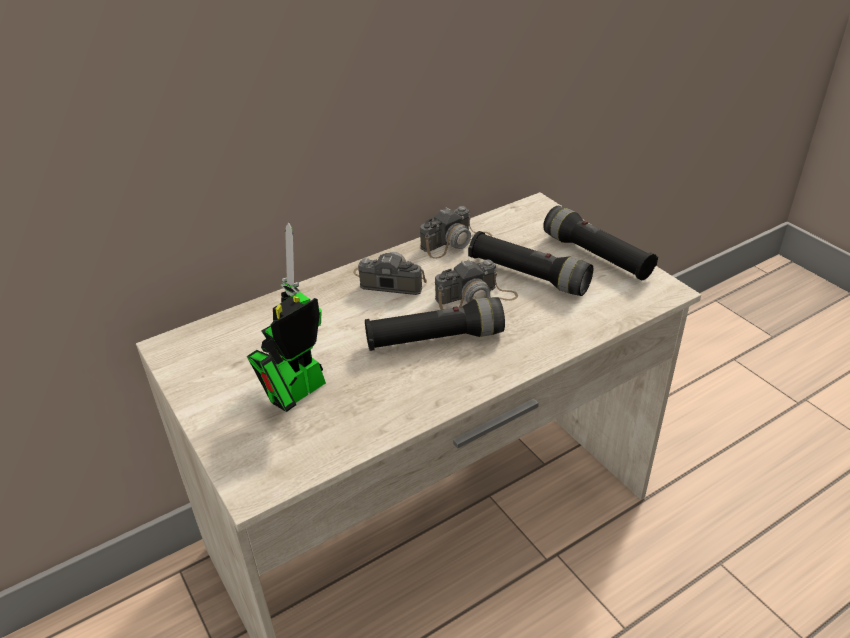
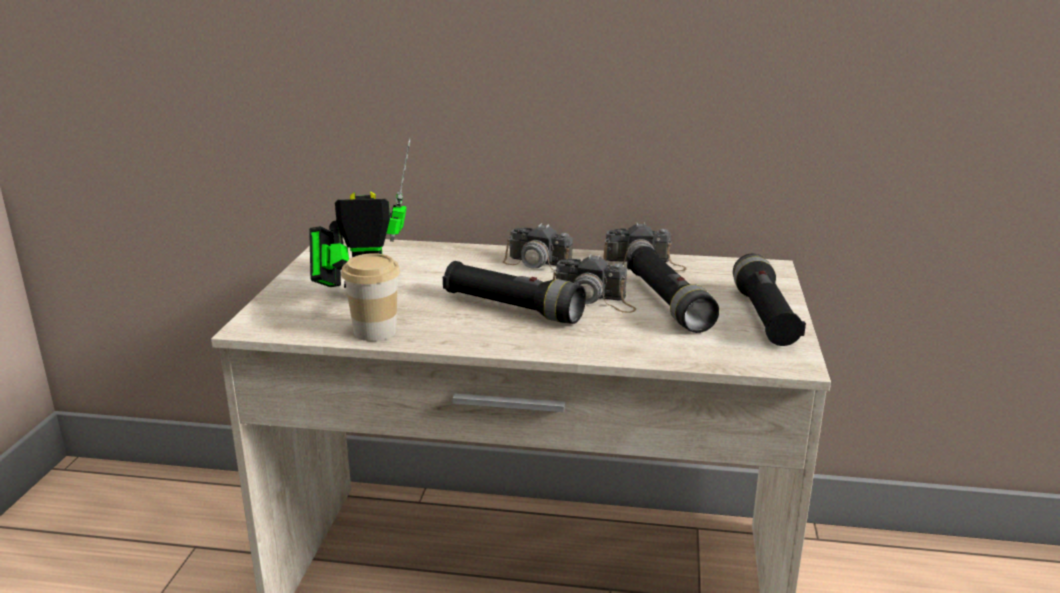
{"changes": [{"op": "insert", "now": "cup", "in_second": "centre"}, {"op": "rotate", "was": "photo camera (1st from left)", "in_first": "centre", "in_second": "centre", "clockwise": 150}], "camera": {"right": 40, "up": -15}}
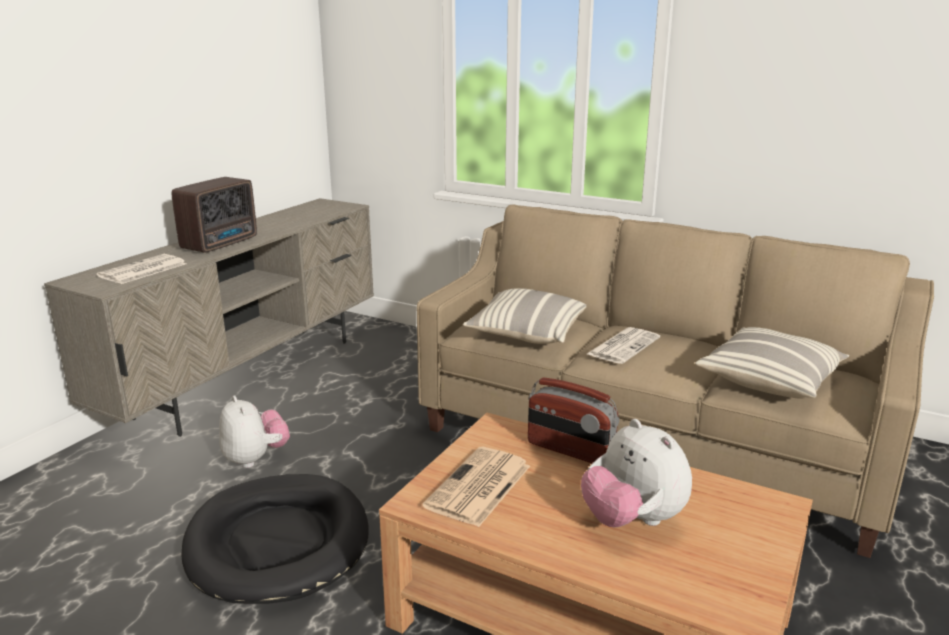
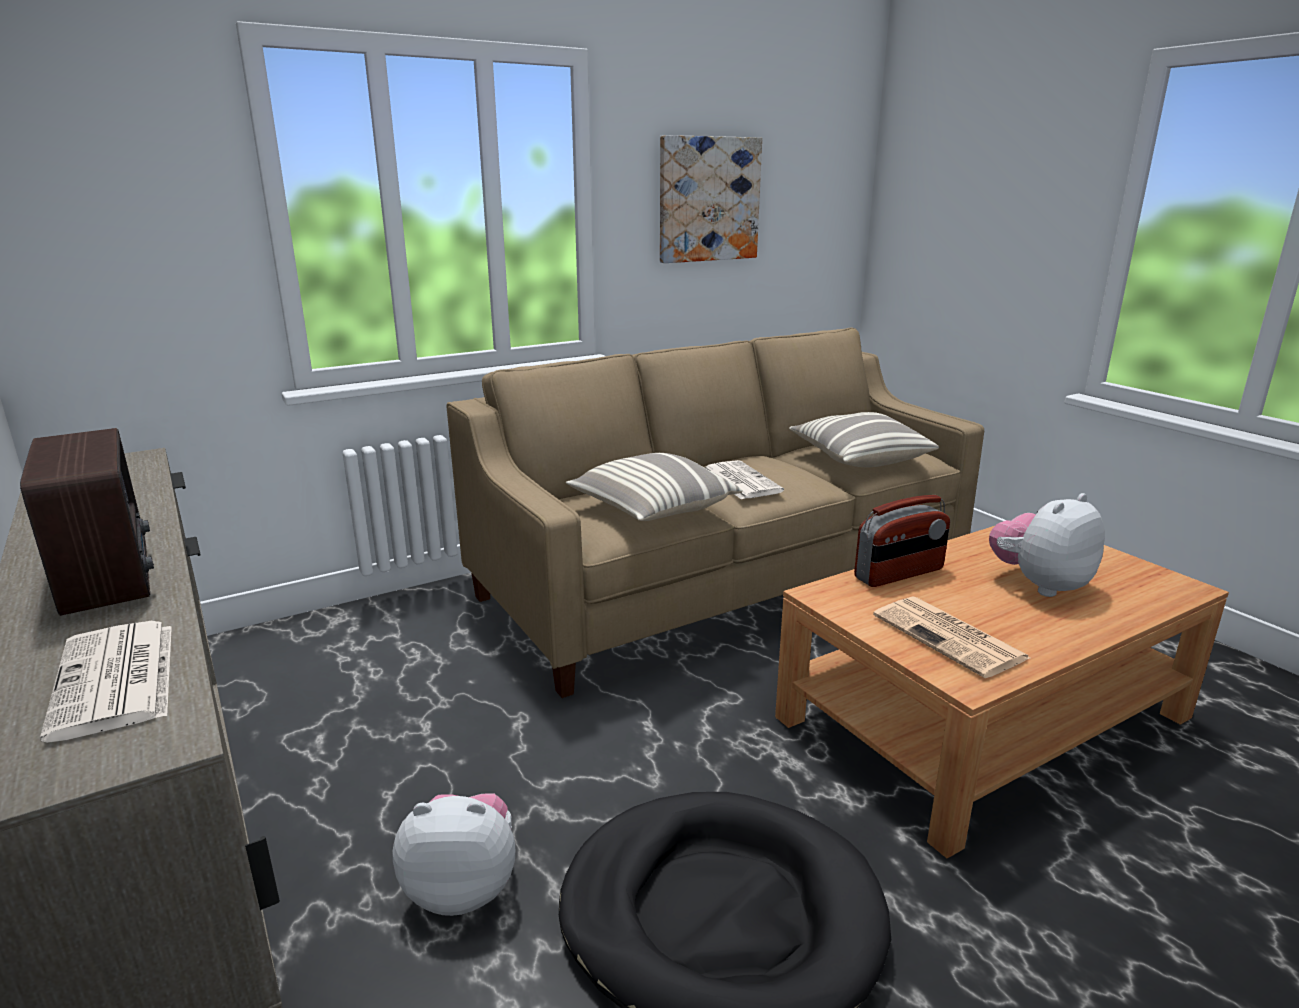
{"changes": [{"op": "insert", "now": "picture", "in_second": "top centre"}, {"op": "rotate", "was": "plush toy (2nd from left)", "in_first": "bottom right", "in_second": "middle right", "clockwise": 150}], "camera": {"right": -60, "up": 0}}
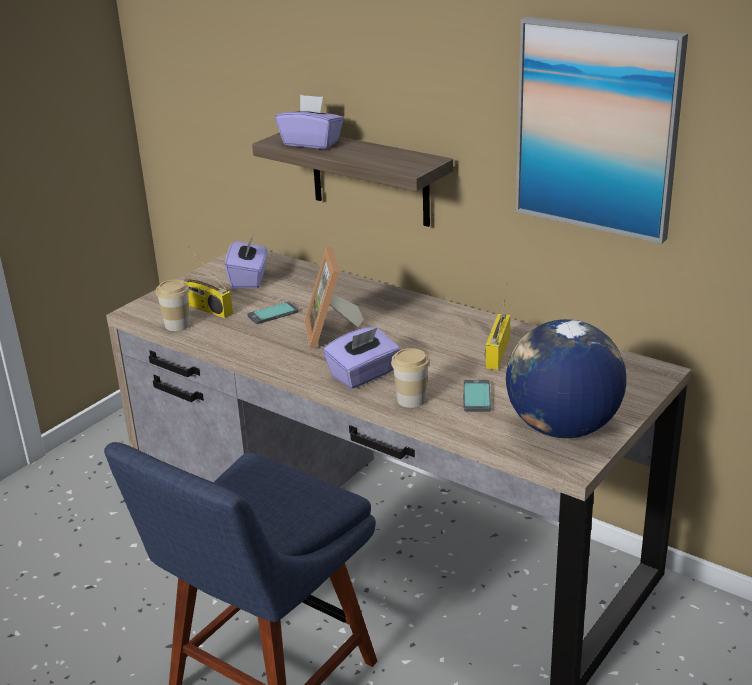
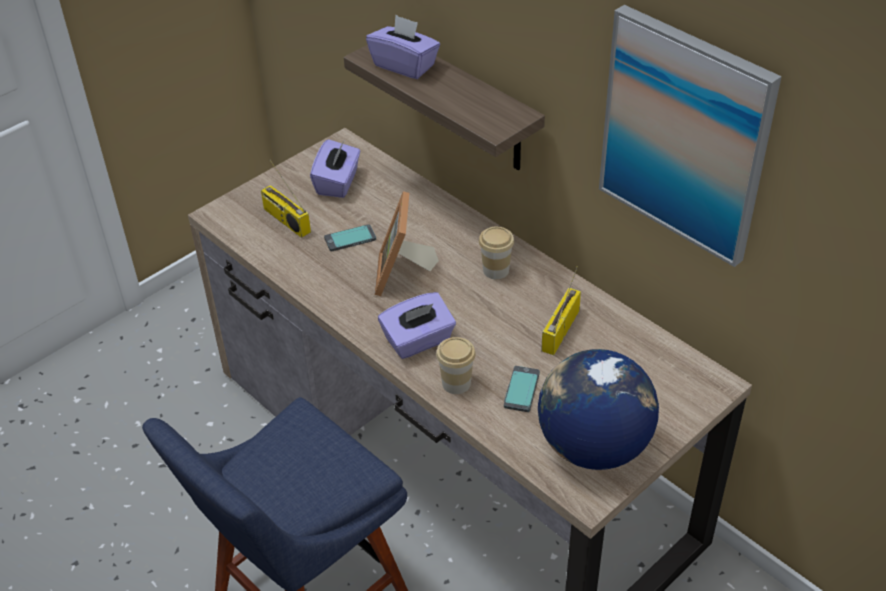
{"changes": [{"op": "move", "was": "cup (1st from left in the first image)", "now": "cup (2nd from left)", "in_first": "middle left", "in_second": "centre"}], "camera": {"right": 10, "up": 15}}
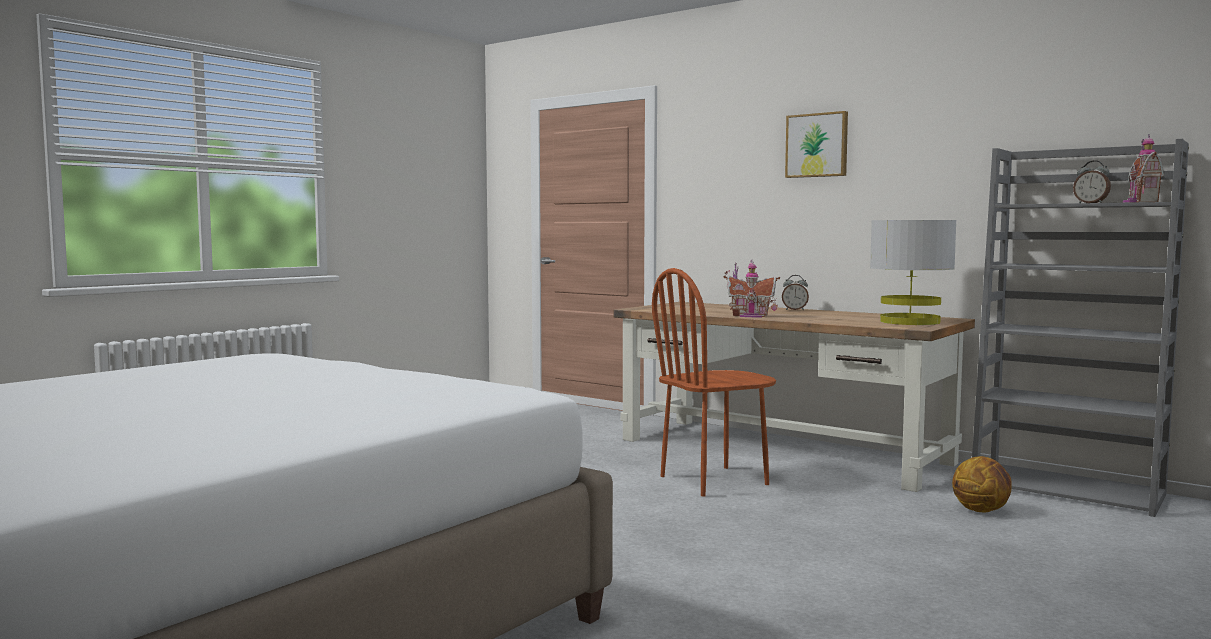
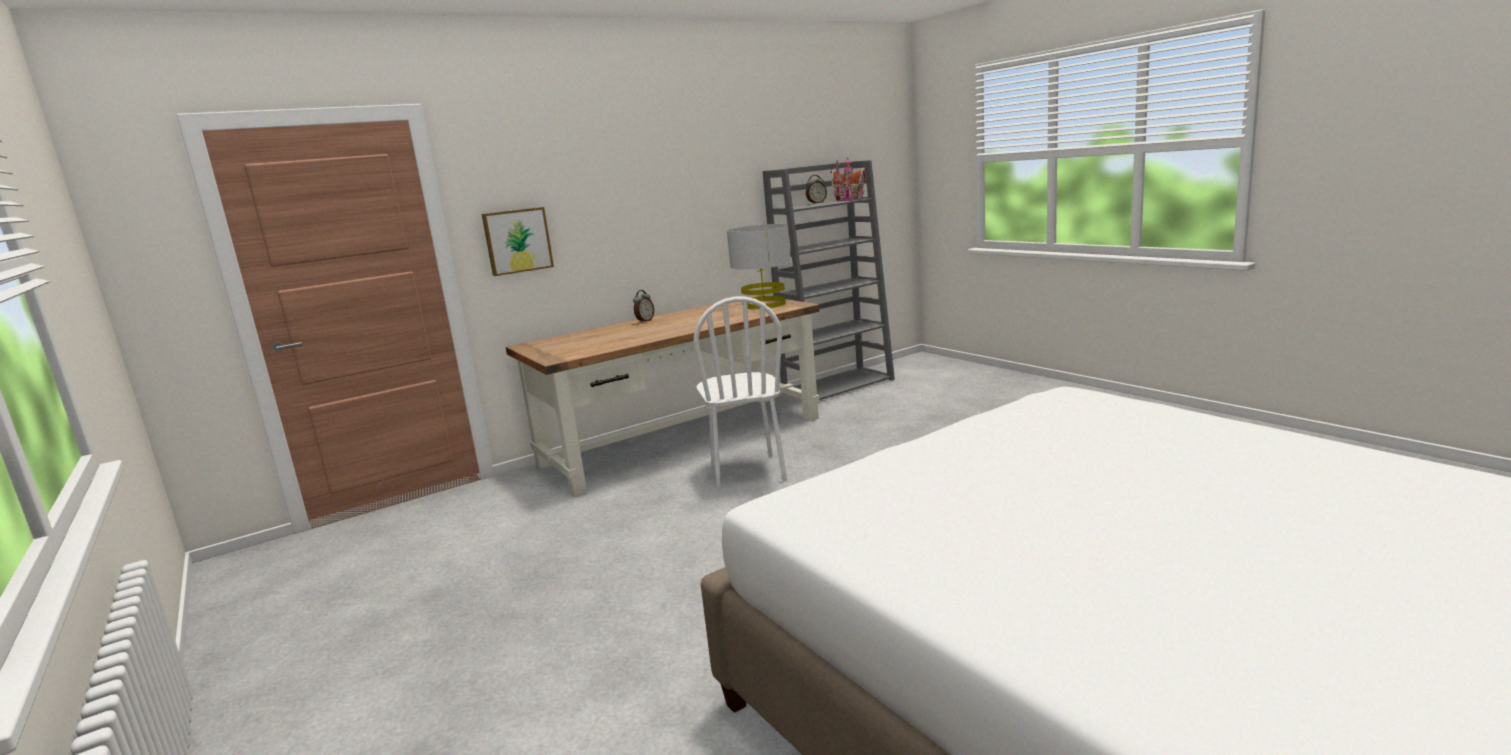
{"changes": [{"op": "delete", "was": "toy house (1st from left)", "in_first": "centre"}, {"op": "delete", "was": "basketball", "in_first": "bottom right"}, {"op": "move", "was": "picture", "in_first": "top right", "in_second": "top centre"}, {"op": "recolor", "was": "brown chair", "now": "white chair", "in_first": "centre", "in_second": "centre"}], "camera": {"right": -70, "up": 10}}
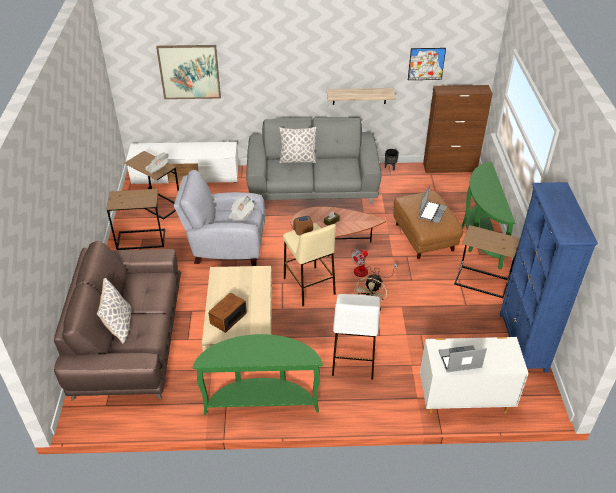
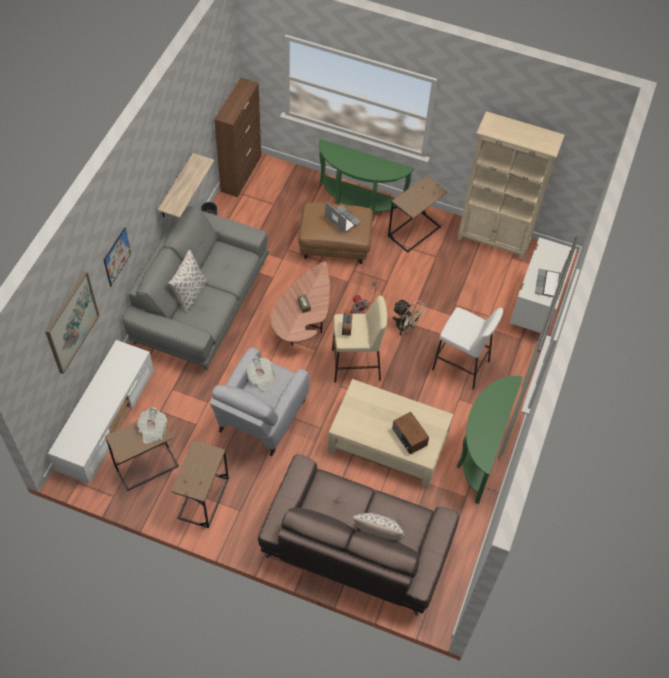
{"changes": [{"op": "move", "was": "picture (2nd from left)", "in_first": "top right", "in_second": "middle left"}, {"op": "recolor", "was": "blue bookcase", "now": "beige bookcase", "in_first": "middle right", "in_second": "top right"}], "camera": {"right": -70, "up": 15}}
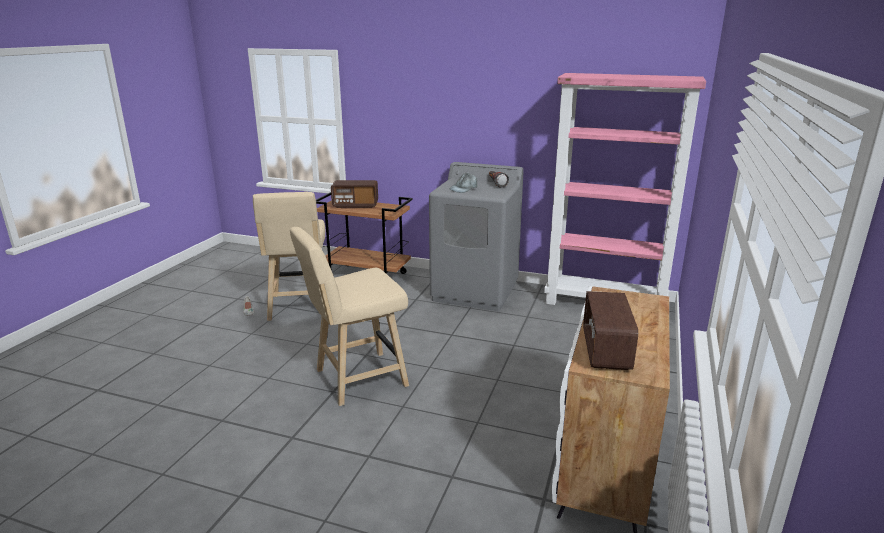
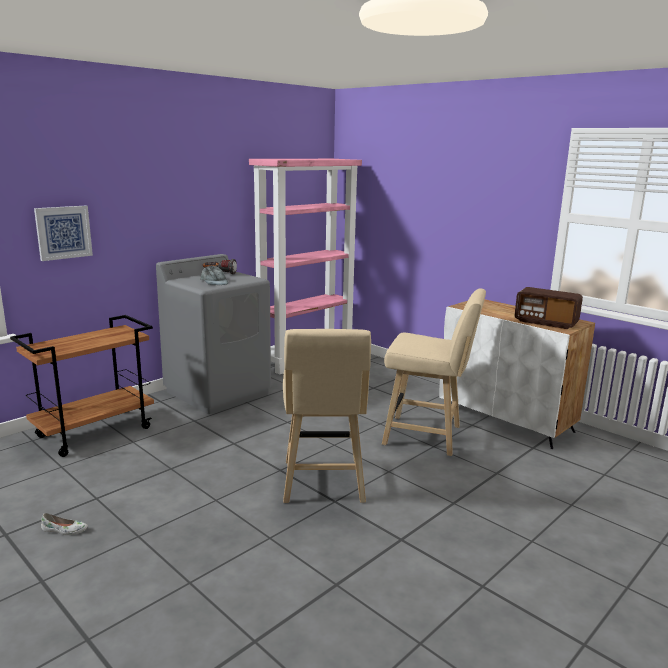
{"changes": [{"op": "delete", "was": "radio (1st from left)", "in_first": "centre"}, {"op": "insert", "now": "picture", "in_second": "middle left"}, {"op": "move", "was": "beige stool (1st from left in the first image)", "now": "beige stool (2nd from left)", "in_first": "middle left", "in_second": "centre"}], "camera": {"right": -65, "up": -5}}
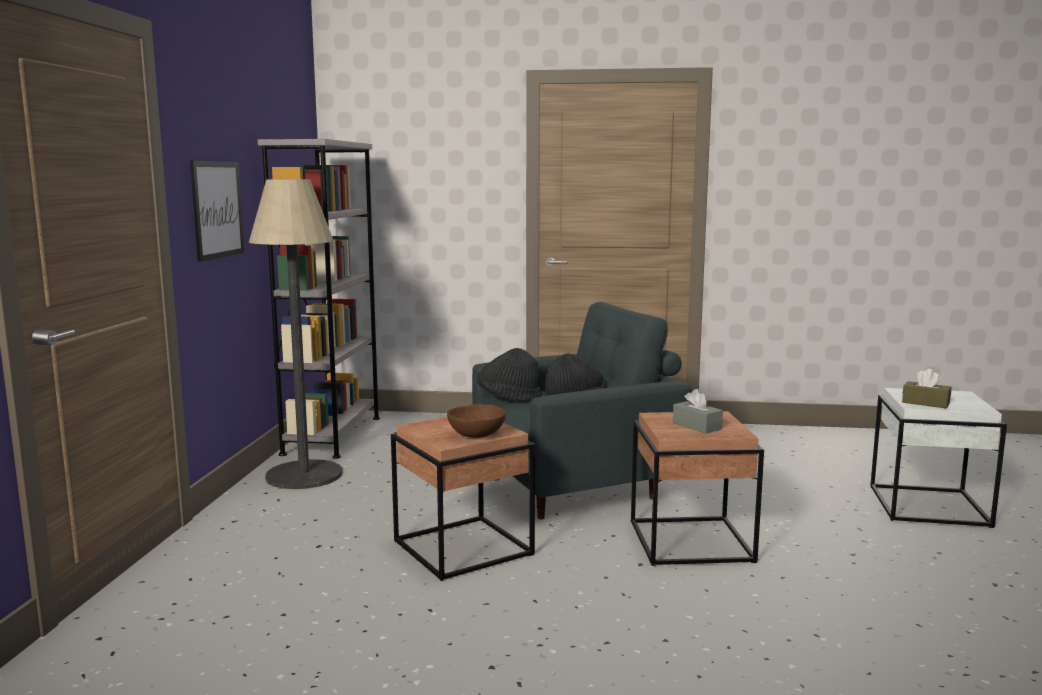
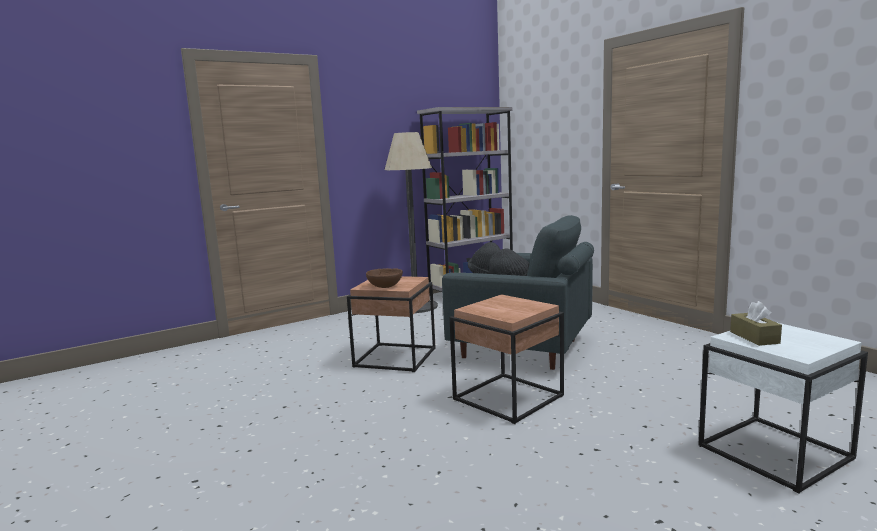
{"changes": [{"op": "delete", "was": "picture", "in_first": "top left"}, {"op": "delete", "was": "grey tissue box", "in_first": "middle right"}], "camera": {"right": 50, "up": 0}}
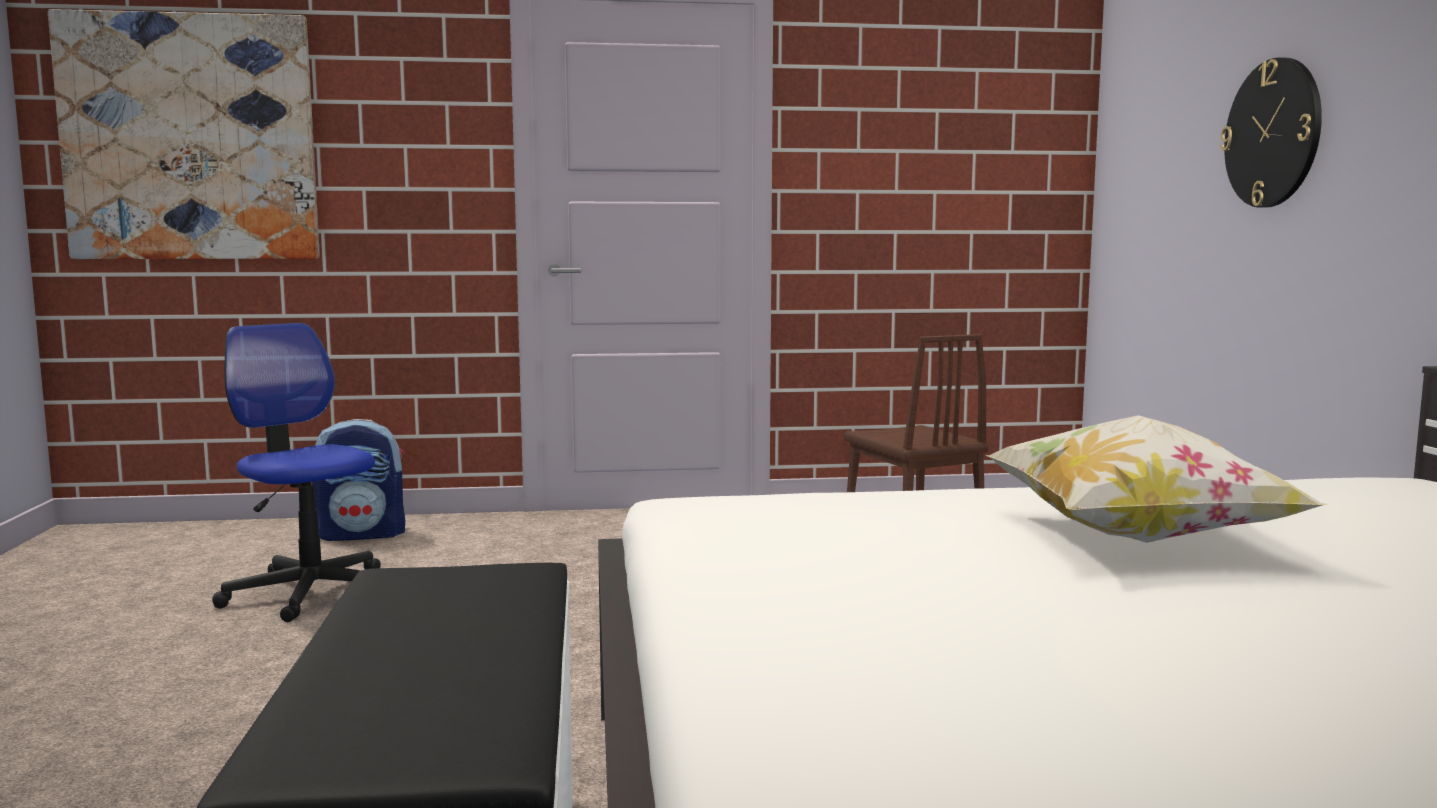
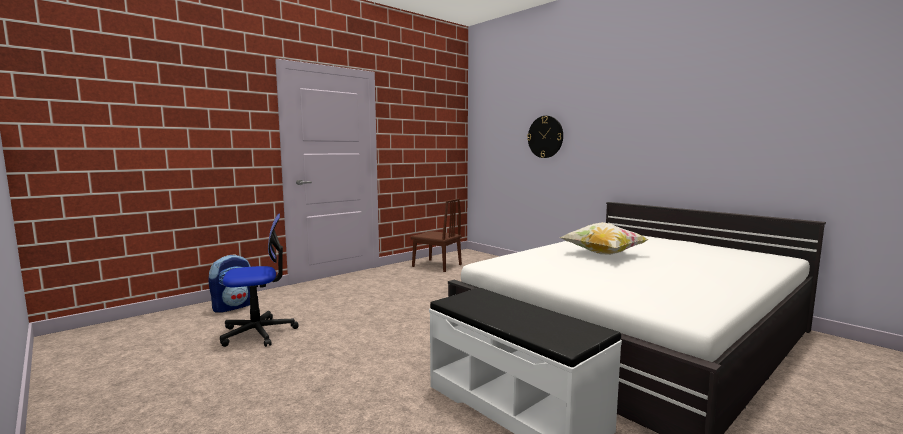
{"changes": [{"op": "delete", "was": "picture", "in_first": "top left"}, {"op": "rotate", "was": "office chair", "in_first": "middle left", "in_second": "middle left", "clockwise": 150}], "camera": {"right": -35, "up": 0}}
